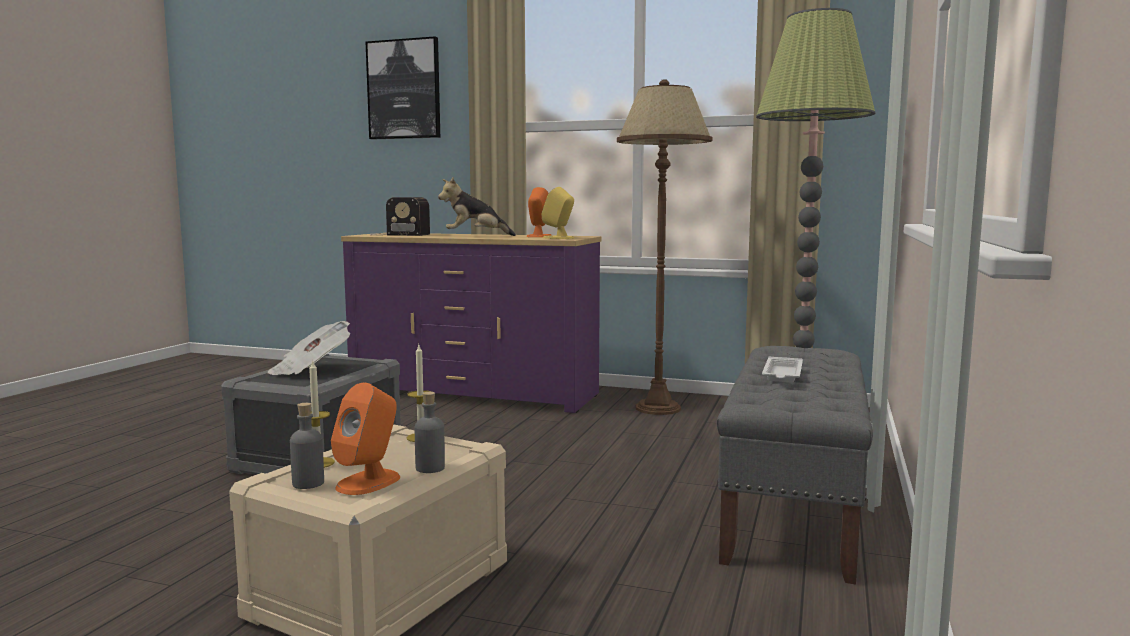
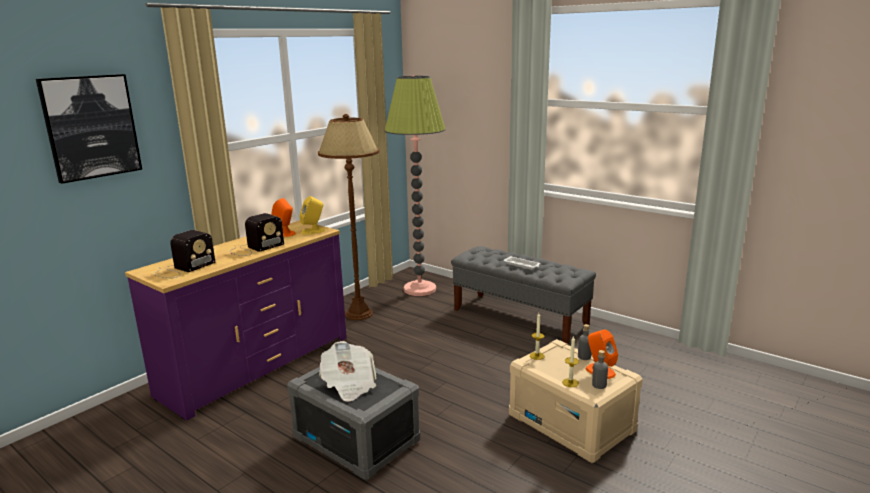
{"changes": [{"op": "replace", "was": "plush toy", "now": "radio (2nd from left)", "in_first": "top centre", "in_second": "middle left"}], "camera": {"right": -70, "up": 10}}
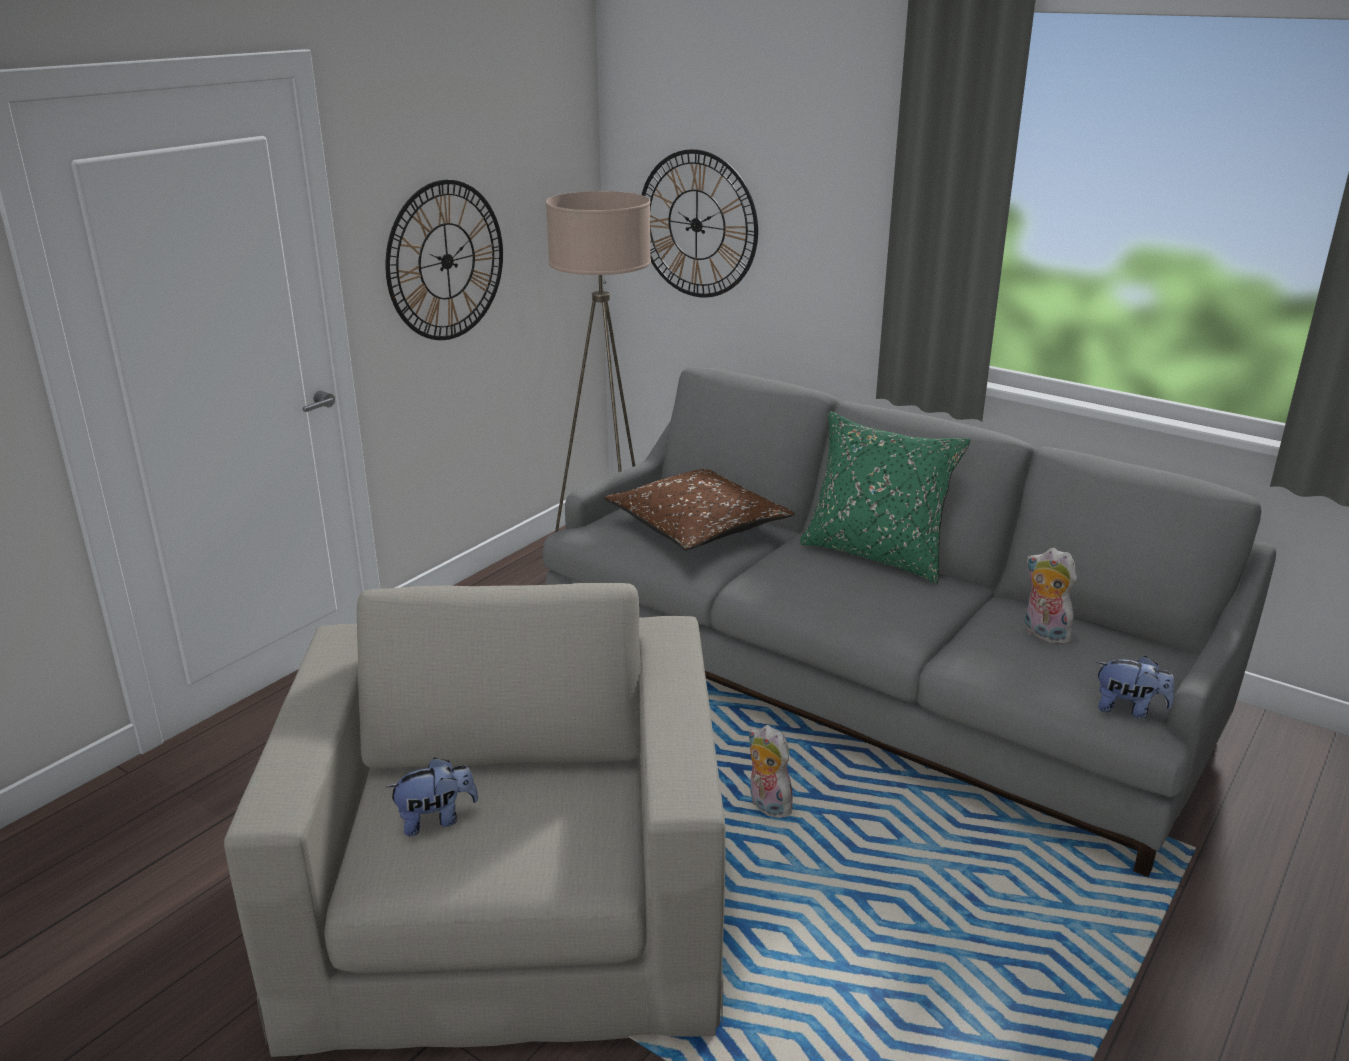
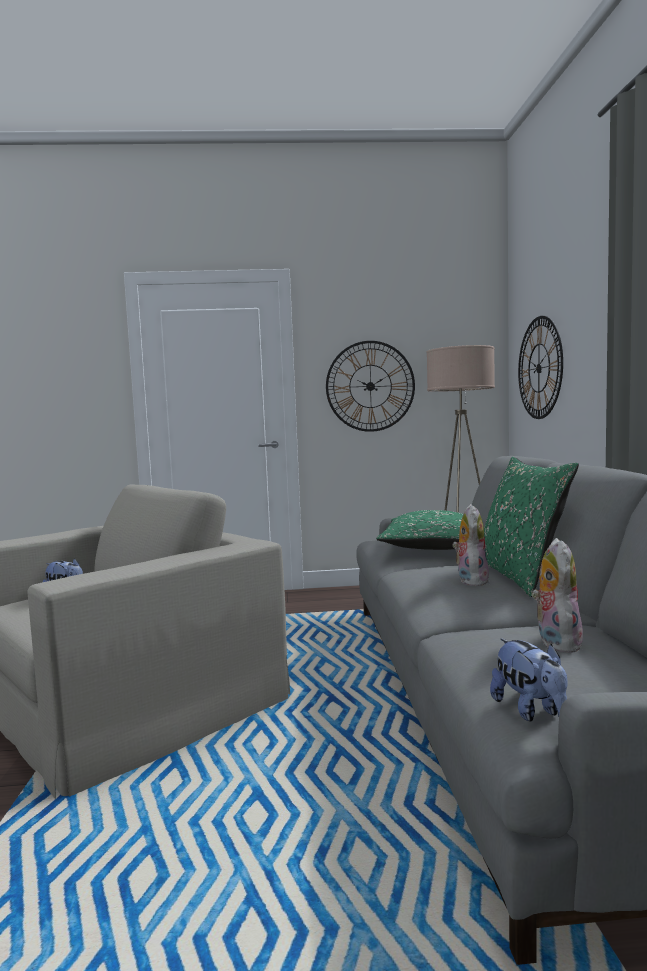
{"changes": [{"op": "move", "was": "plush toy (2nd from left)", "in_first": "bottom centre", "in_second": "middle right"}, {"op": "recolor", "was": "brown pillow", "now": "green pillow (1st from left)", "in_first": "centre", "in_second": "centre"}], "camera": {"right": 50, "up": -20}}
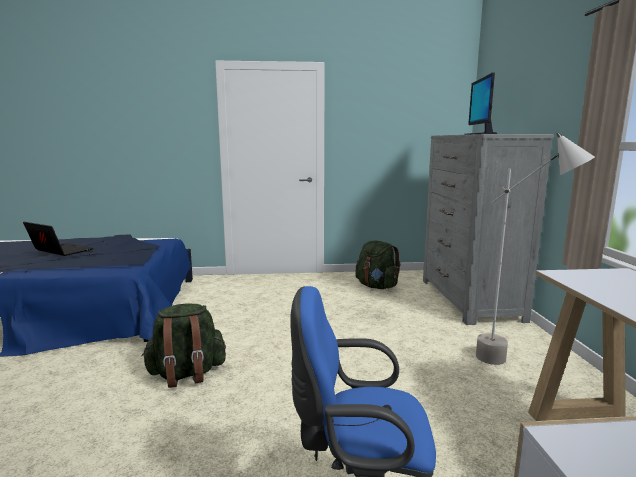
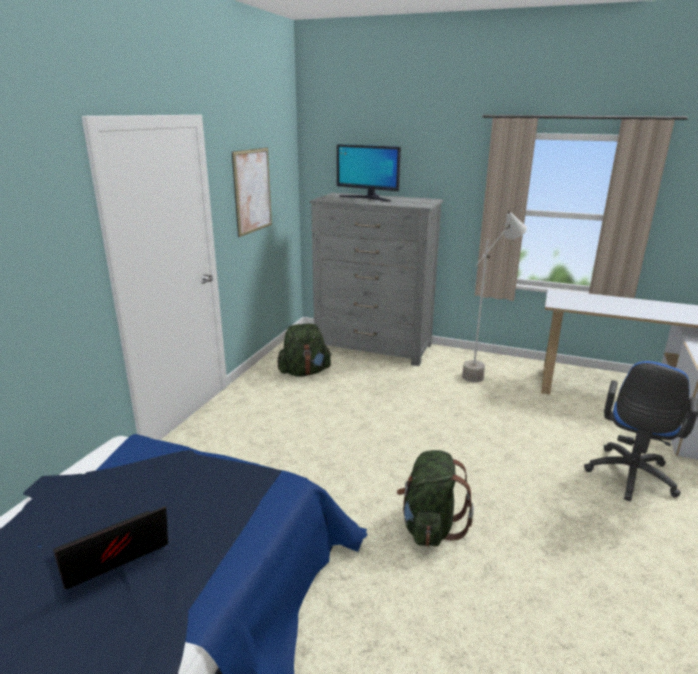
{"changes": [{"op": "insert", "now": "picture", "in_second": "top centre"}], "camera": {"right": -65, "up": 10}}
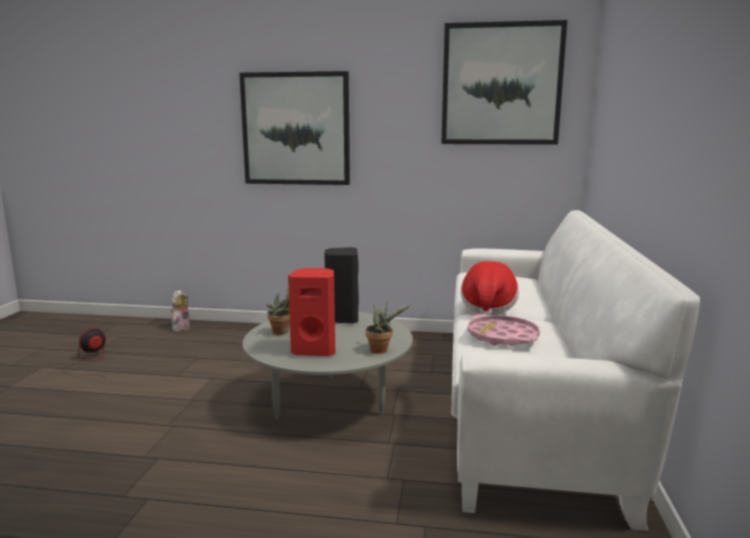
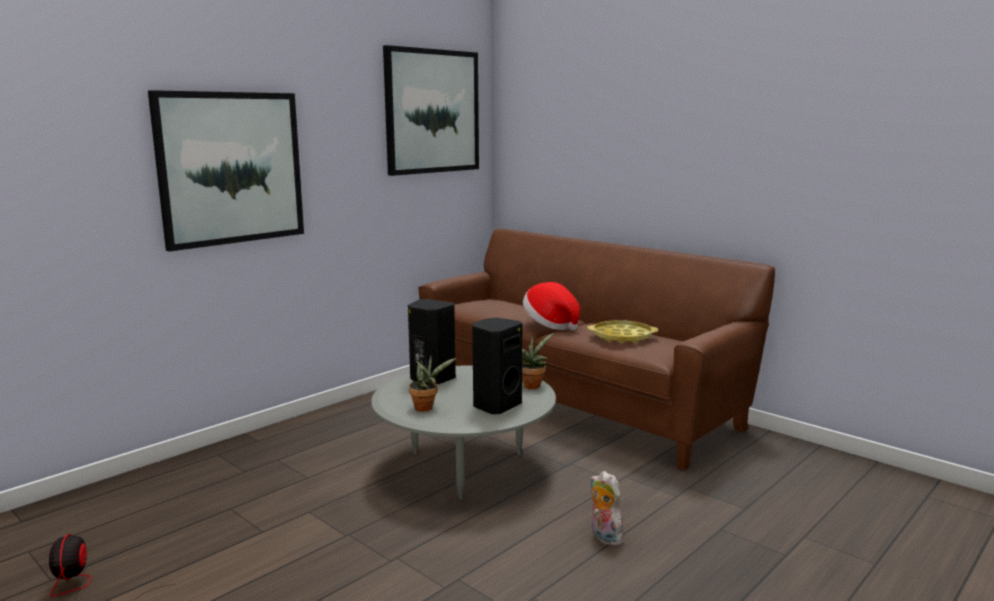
{"changes": [{"op": "move", "was": "plush toy", "in_first": "middle left", "in_second": "bottom centre"}, {"op": "recolor", "was": "red speaker", "now": "black speaker (2nd from left)", "in_first": "centre", "in_second": "centre"}, {"op": "recolor", "was": "white sofa", "now": "brown sofa", "in_first": "bottom right", "in_second": "centre"}, {"op": "recolor", "was": "pink tray", "now": "yellow tray", "in_first": "middle right", "in_second": "centre"}], "camera": {"right": -55, "up": 0}}
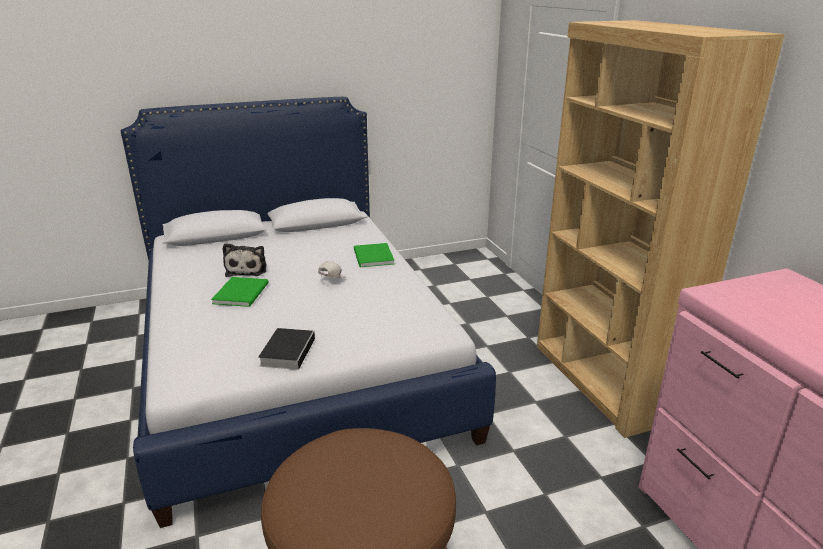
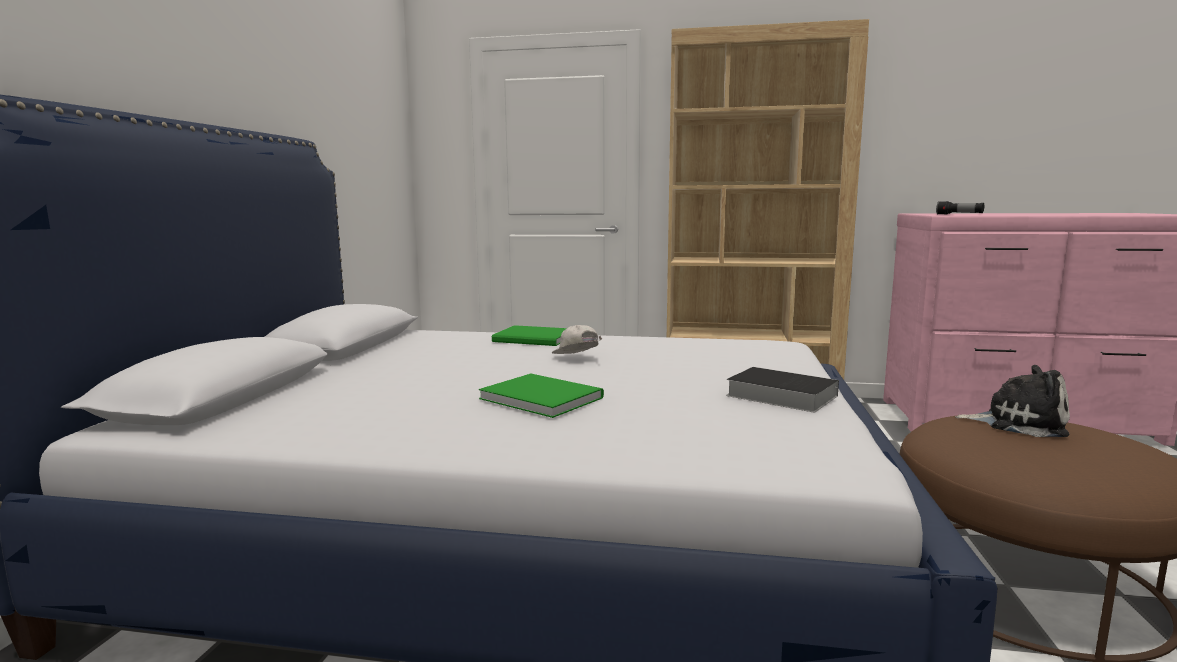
{"changes": [{"op": "insert", "now": "flashlight", "in_second": "top right"}, {"op": "move", "was": "plush toy", "in_first": "middle left", "in_second": "middle right"}], "camera": {"right": -60, "up": -15}}
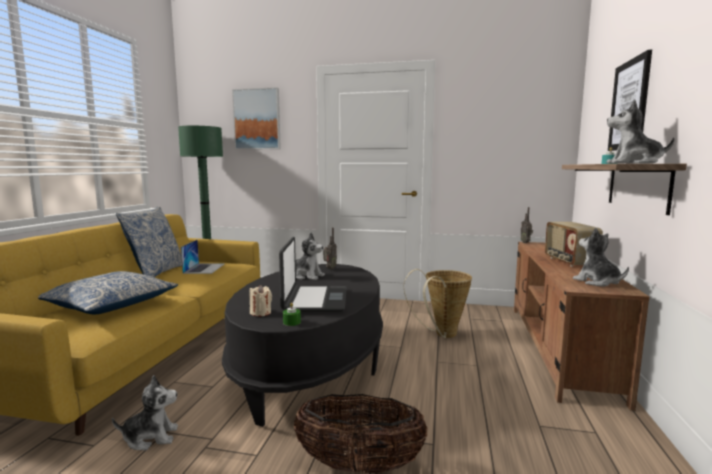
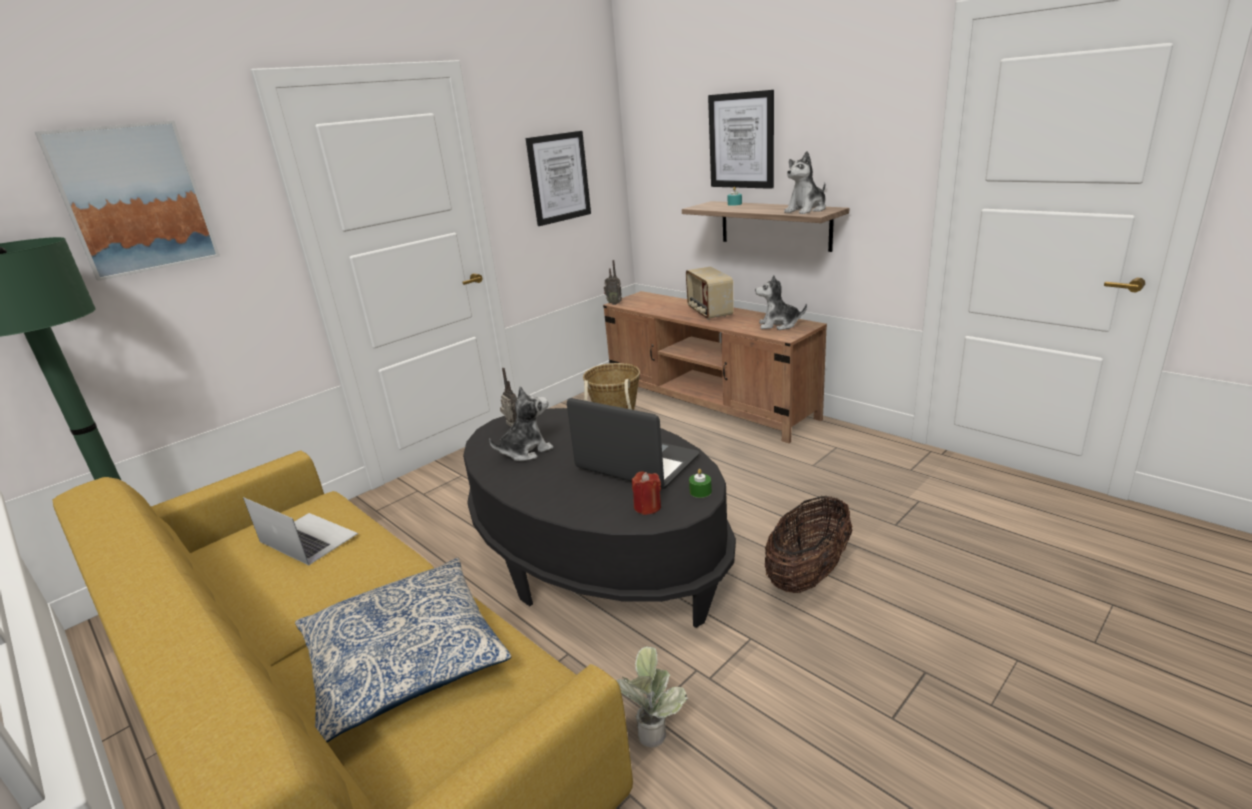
{"changes": [{"op": "delete", "was": "pillow (2nd from left)", "in_first": "middle left"}, {"op": "insert", "now": "picture (2nd from left)", "in_second": "top centre"}, {"op": "replace", "was": "plush toy (1st from left)", "now": "potted plant", "in_first": "bottom left", "in_second": "bottom centre"}, {"op": "recolor", "was": "beige candle", "now": "red candle", "in_first": "centre", "in_second": "centre"}, {"op": "rotate", "was": "radio (3rd from left)", "in_first": "middle right", "in_second": "centre", "clockwise": 45}], "camera": {"right": -55, "up": 15}}
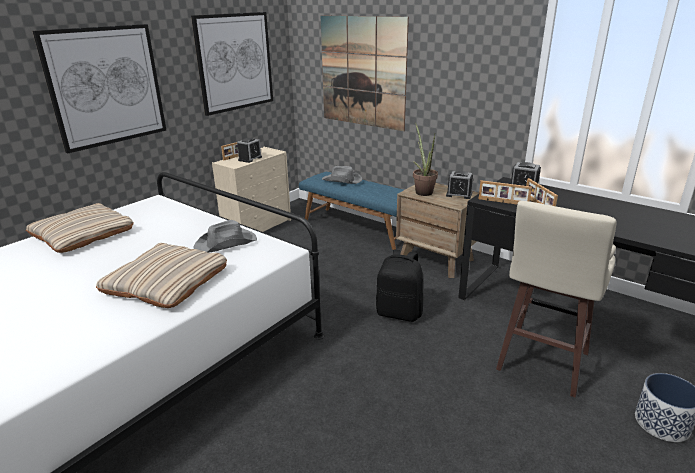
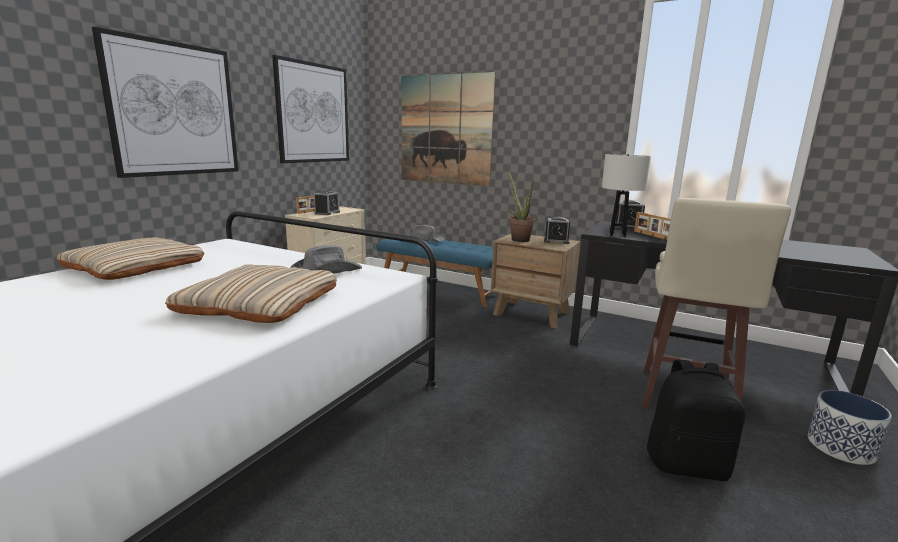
{"changes": [{"op": "move", "was": "black backpack", "in_first": "centre", "in_second": "bottom right"}, {"op": "replace", "was": "picture frame (2nd from left)", "now": "white table lamp", "in_first": "middle right", "in_second": "middle right"}], "camera": {"right": -10, "up": -10}}
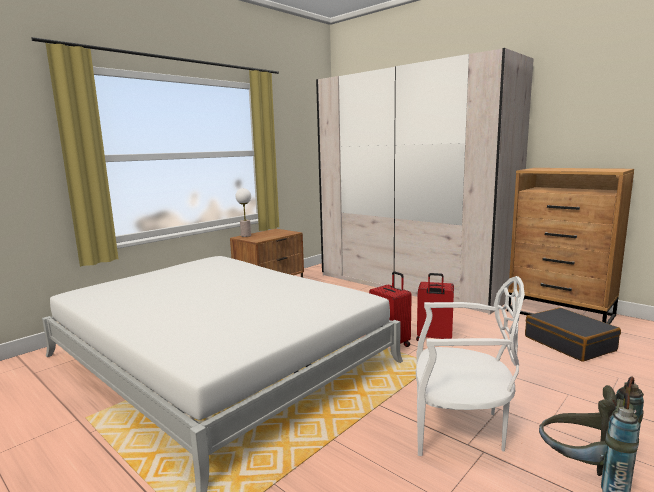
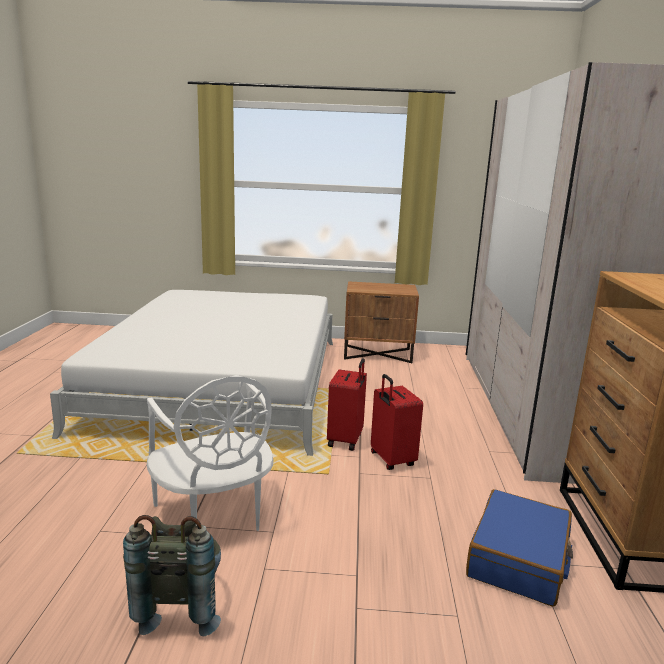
{"changes": [{"op": "delete", "was": "table lamp", "in_first": "centre"}, {"op": "recolor", "was": "black suitcase", "now": "blue suitcase", "in_first": "bottom right", "in_second": "bottom right"}], "camera": {"right": 50, "up": 5}}
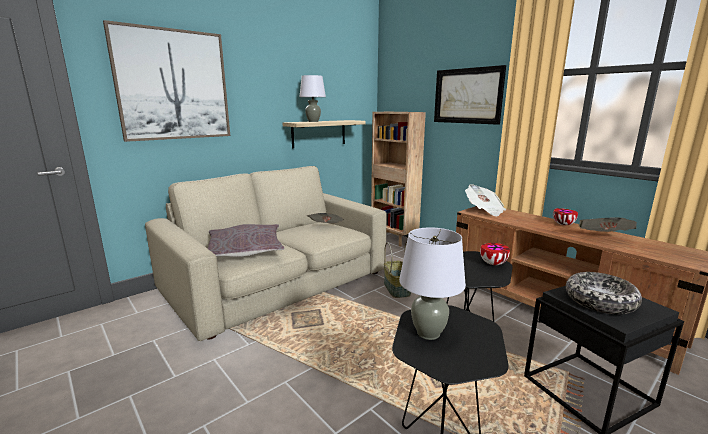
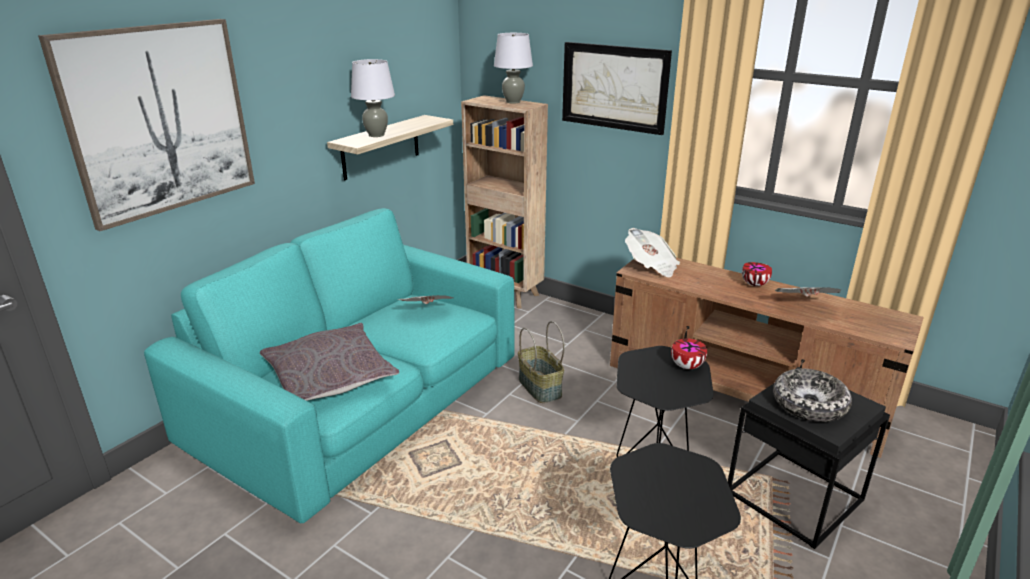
{"changes": [{"op": "move", "was": "grey table lamp (2nd from left)", "in_first": "centre", "in_second": "top centre"}, {"op": "recolor", "was": "beige sofa", "now": "turquoise sofa", "in_first": "centre", "in_second": "middle left"}], "camera": {"right": -15, "up": 10}}
